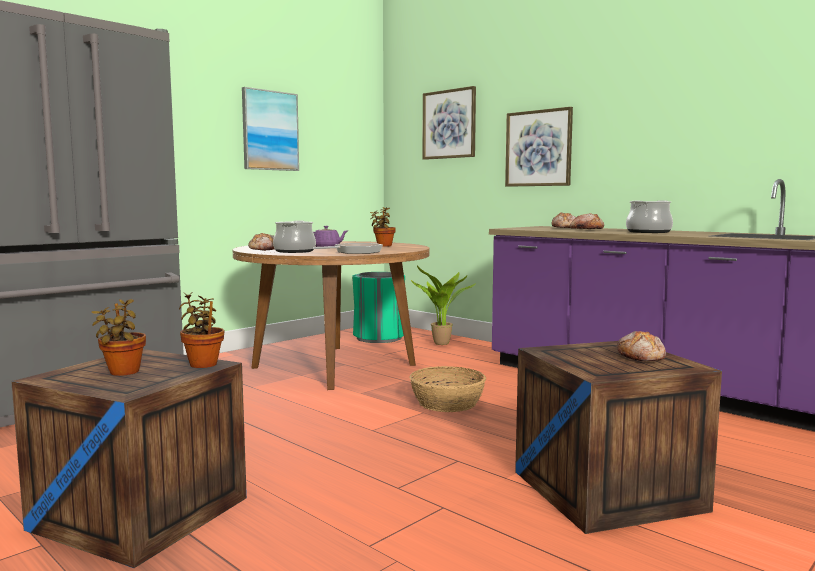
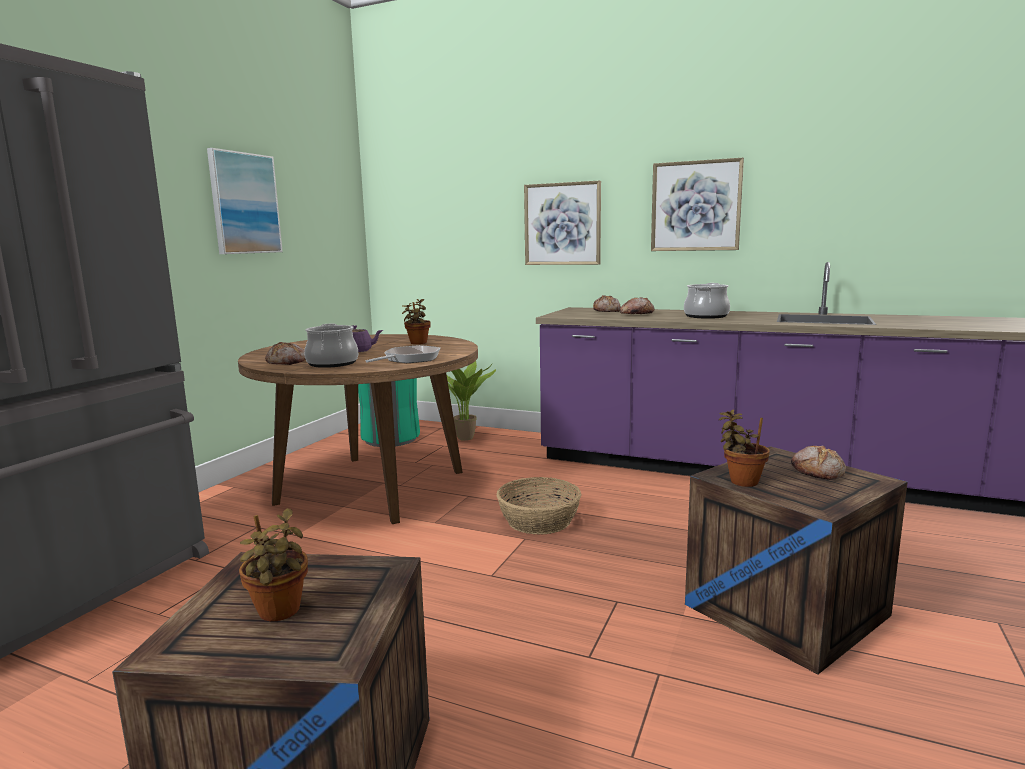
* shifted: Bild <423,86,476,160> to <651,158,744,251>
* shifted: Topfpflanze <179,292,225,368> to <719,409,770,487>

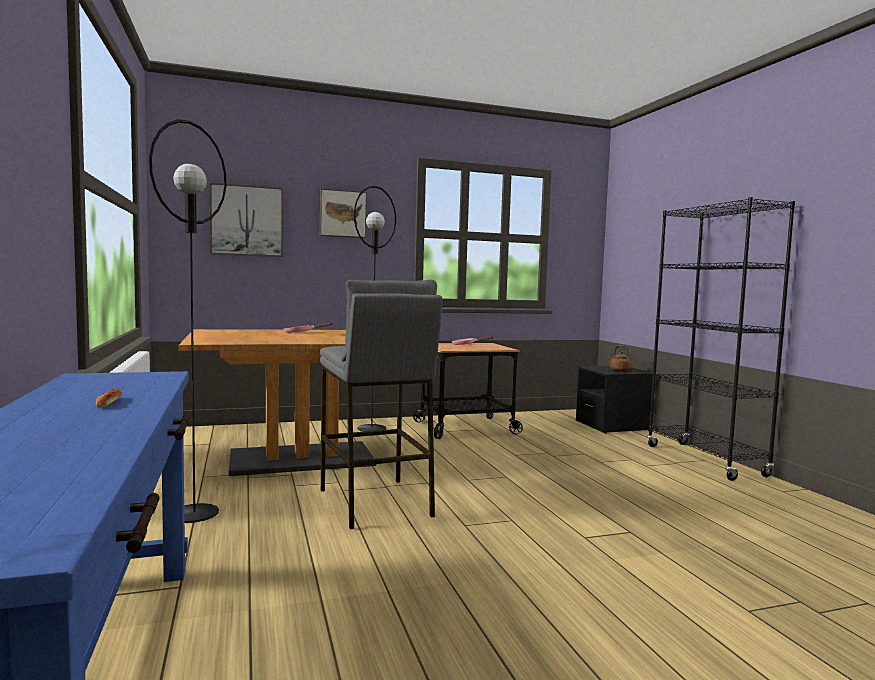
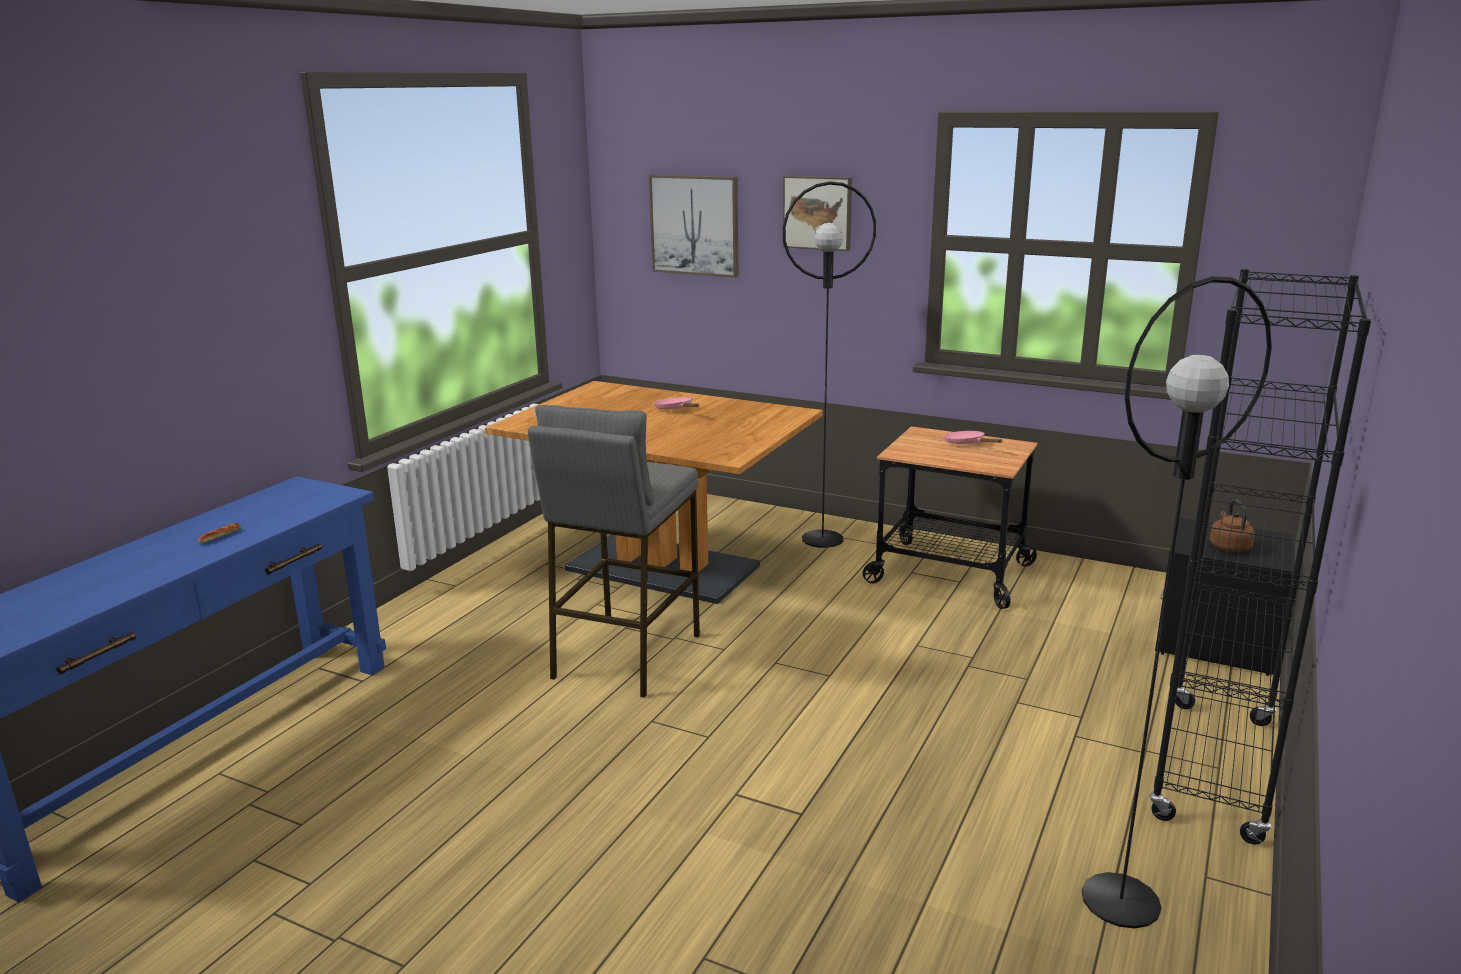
* shifted: Stehlampe/schwarz <149,119,226,523> to <1082,276,1272,929>

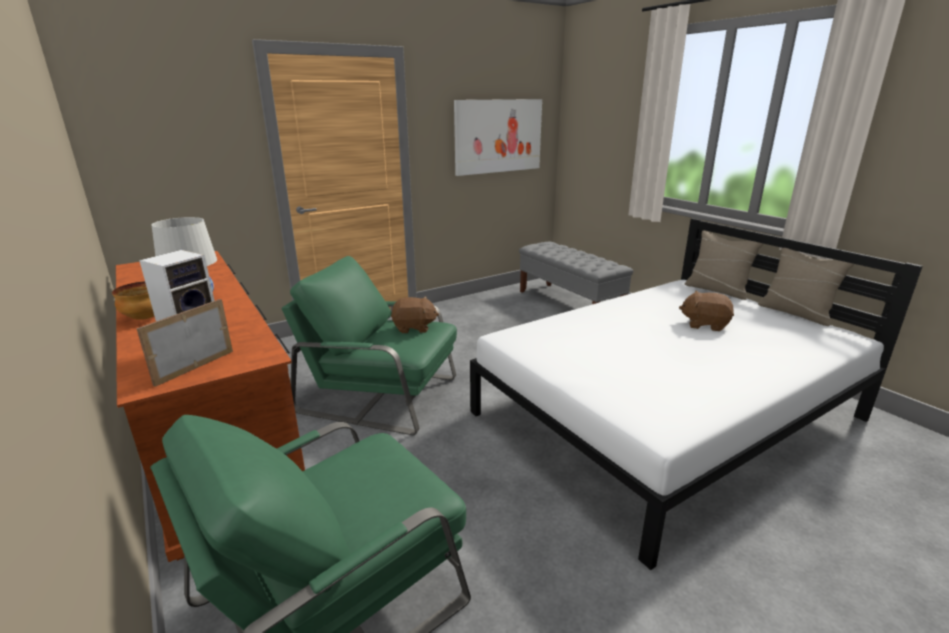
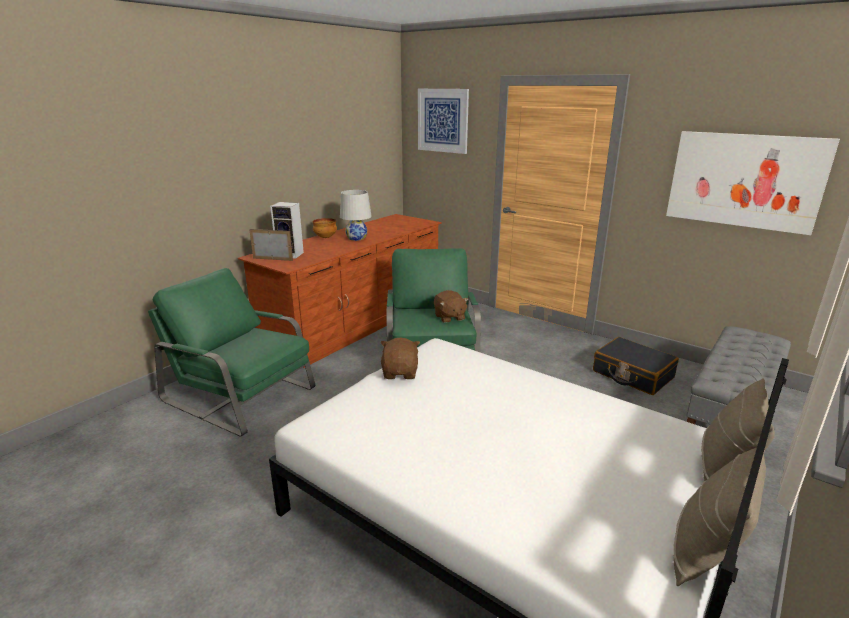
* shifted: Plüschtier/braun <679,291,734,331> to <381,338,420,379>
* new: Bild <418,89,469,154>
* new: Koffer/schwarz <593,337,679,395>

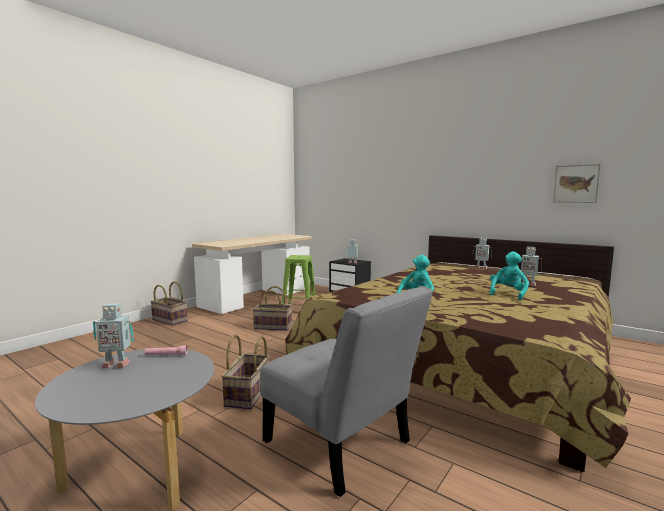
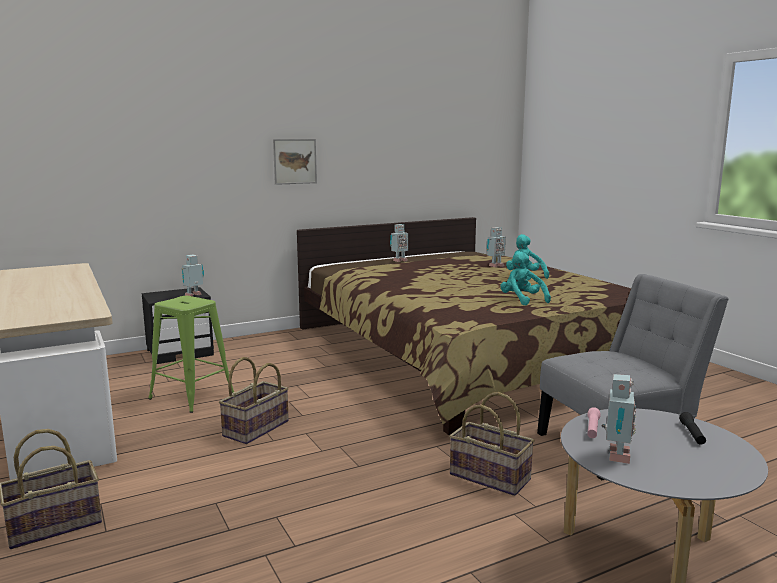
* shifted: Bild <553,164,601,203> to <273,139,317,185>
* new: Taschenlampe/schwarz <679,412,706,445>

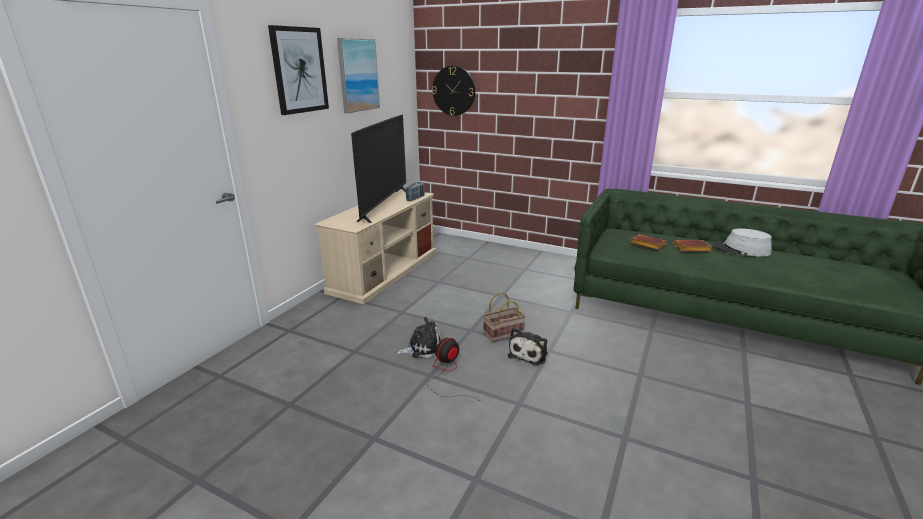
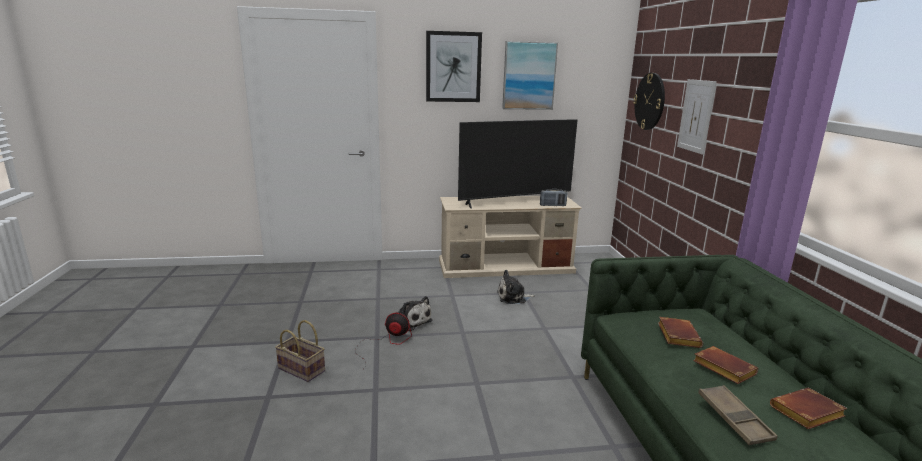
* swapped: Hut/grau <713,228,772,257> to Buch/braun <770,388,847,429>
* shifted: Korb <483,292,525,343> to <275,320,325,382>
* shifted: Plüschtier <508,328,548,366> to <497,270,535,304>
* new: Bild <677,79,717,155>
* new: Tablett/braun <698,385,778,445>

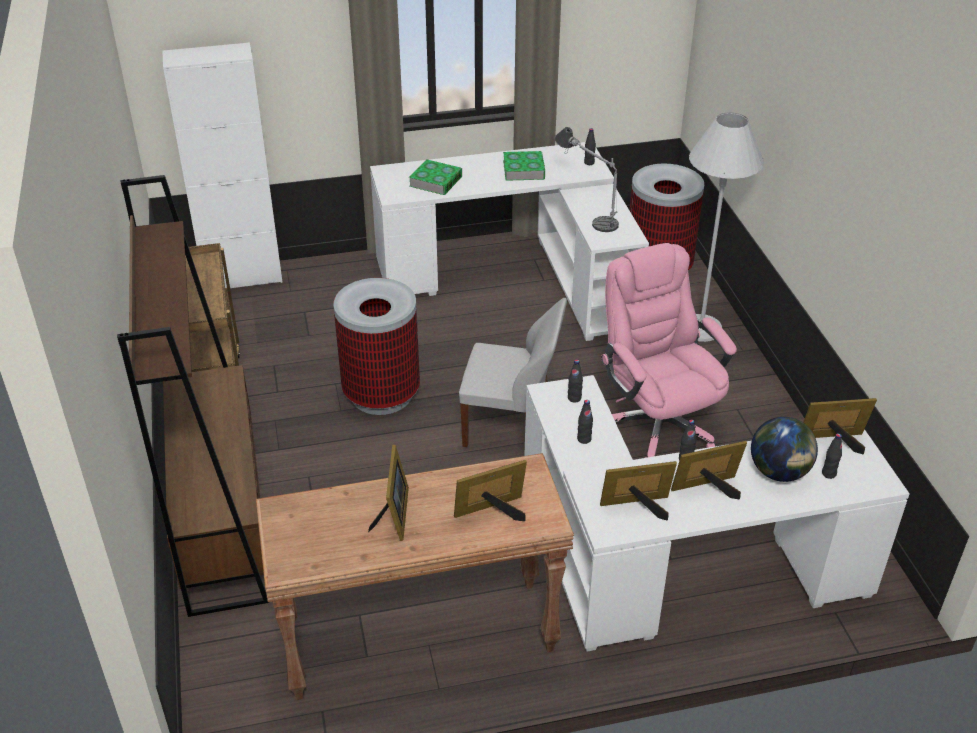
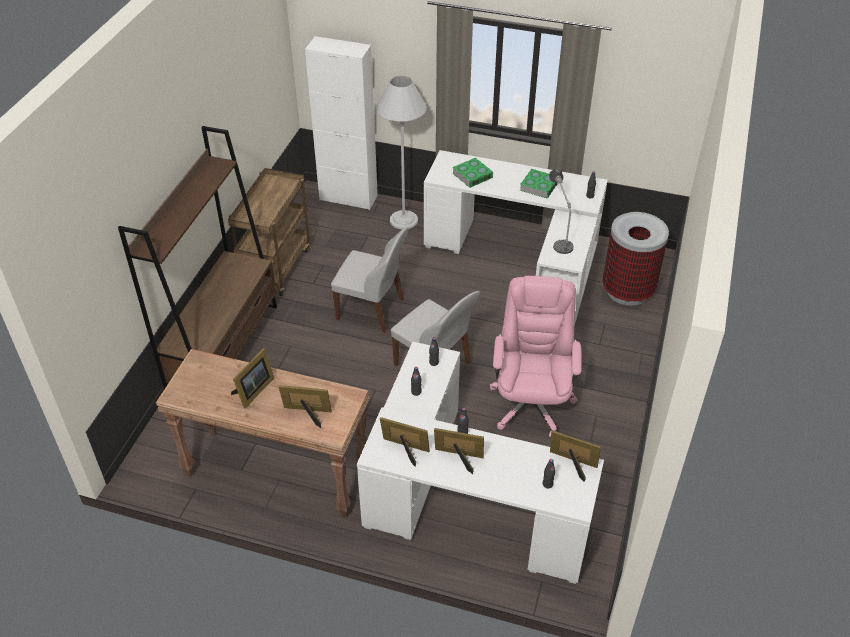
* shifted: Stehlampe/weiß <689,112,764,342> to <377,76,427,229>
* swapped: Mülleimer <333,278,420,415> to Stuhl/weiß <331,227,408,333>
* gone: Globus <751,417,818,482>

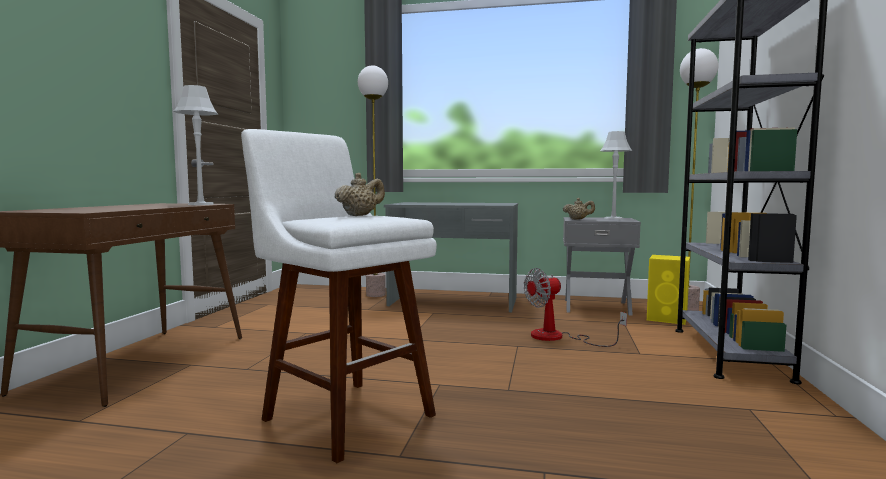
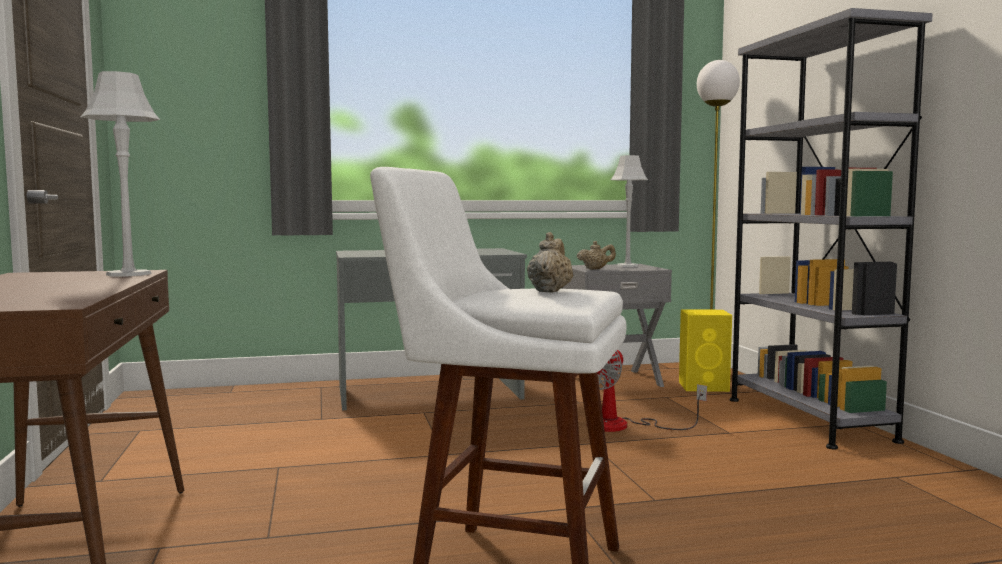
* gone: Stehlampe <358,65,388,297>

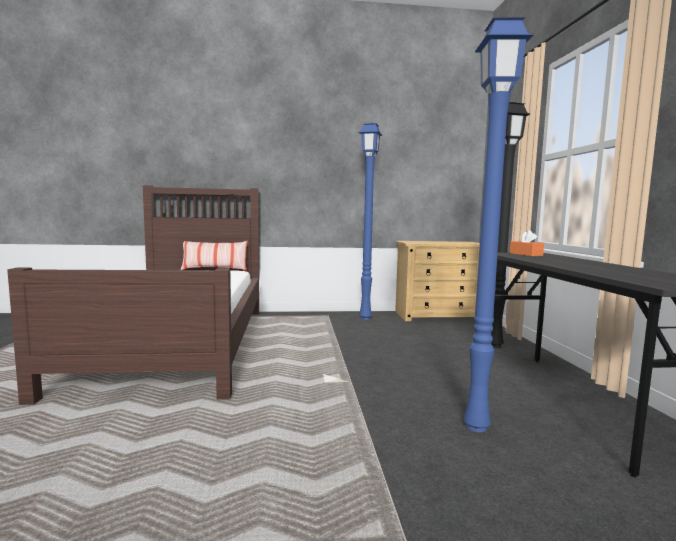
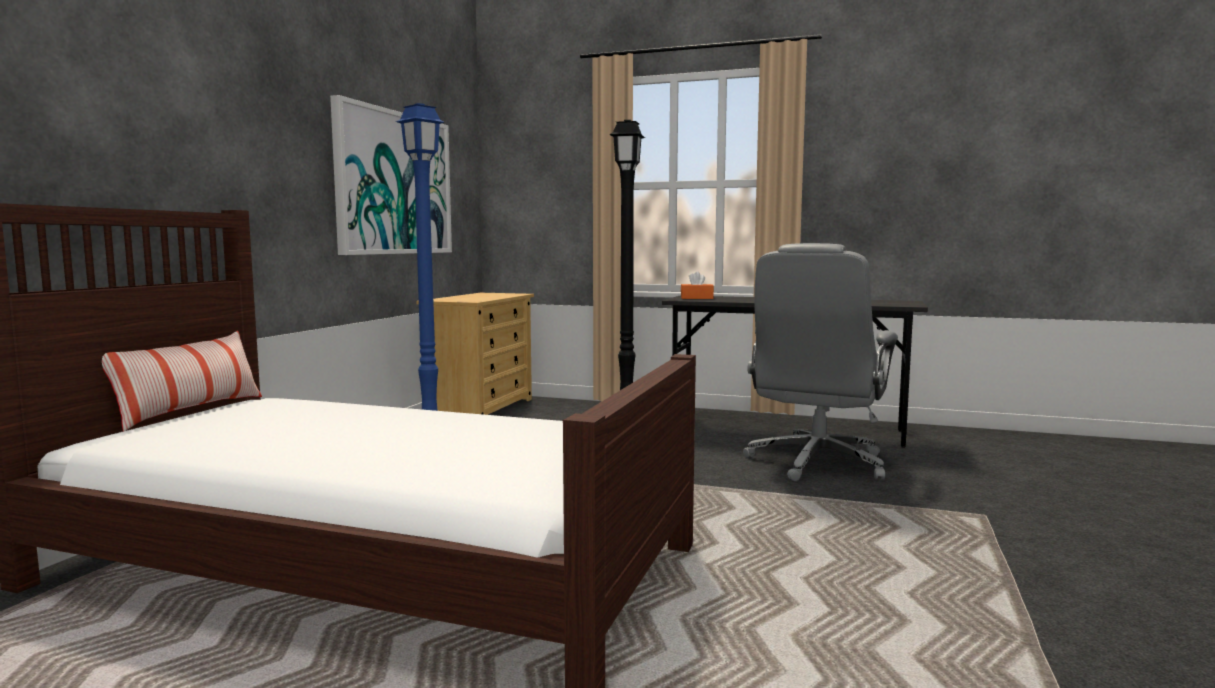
* swapped: Stehlampe/blau <463,18,533,432> to Bürostuhl/grau <743,243,898,481>
* new: Bild <330,95,452,255>

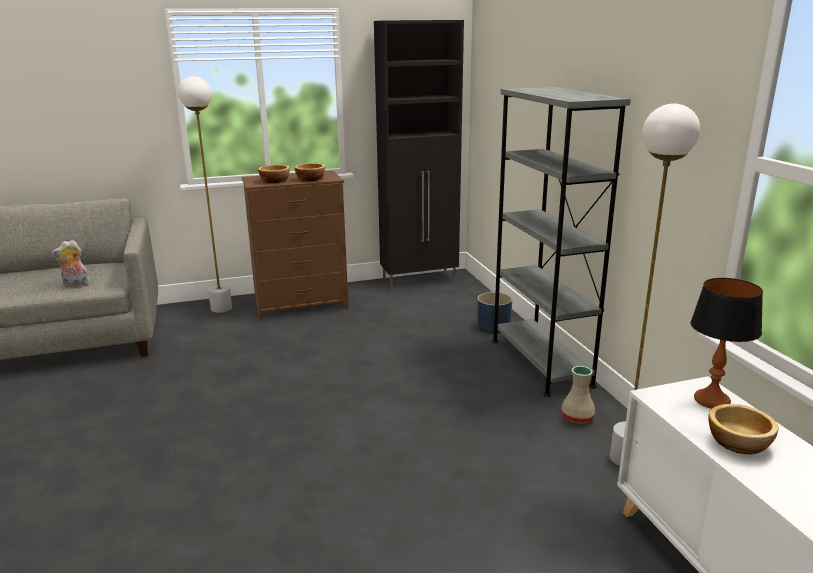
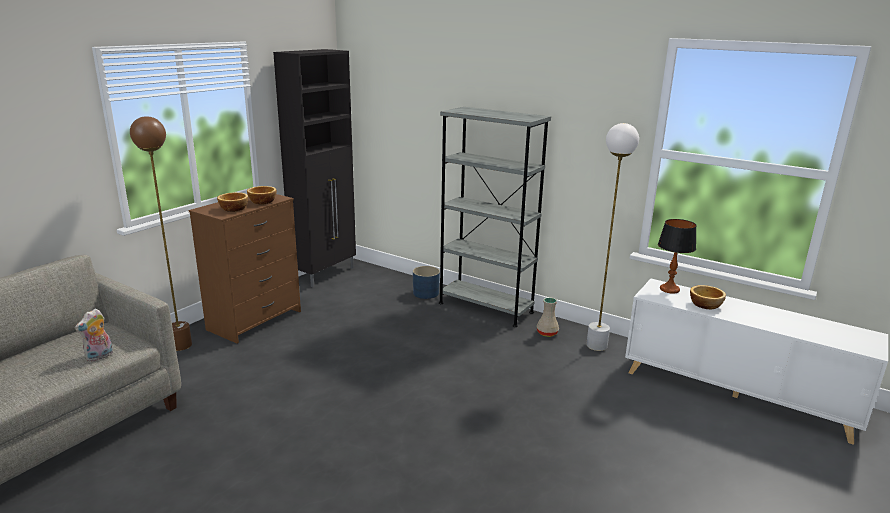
* repainted: Stehlampe/weiß <178,76,232,313> to Stehlampe/braun <130,116,192,351>

